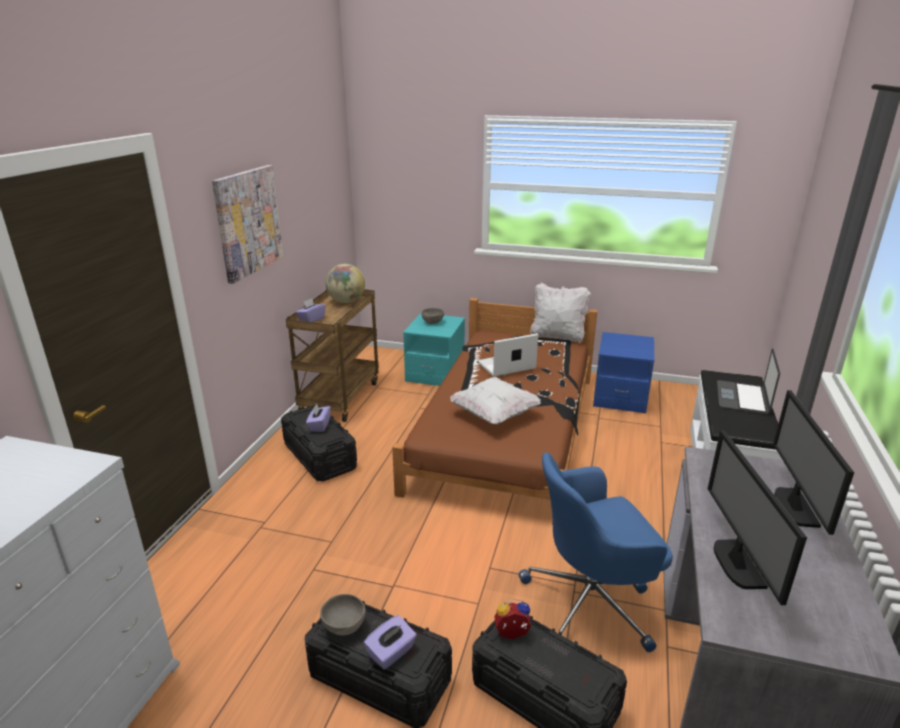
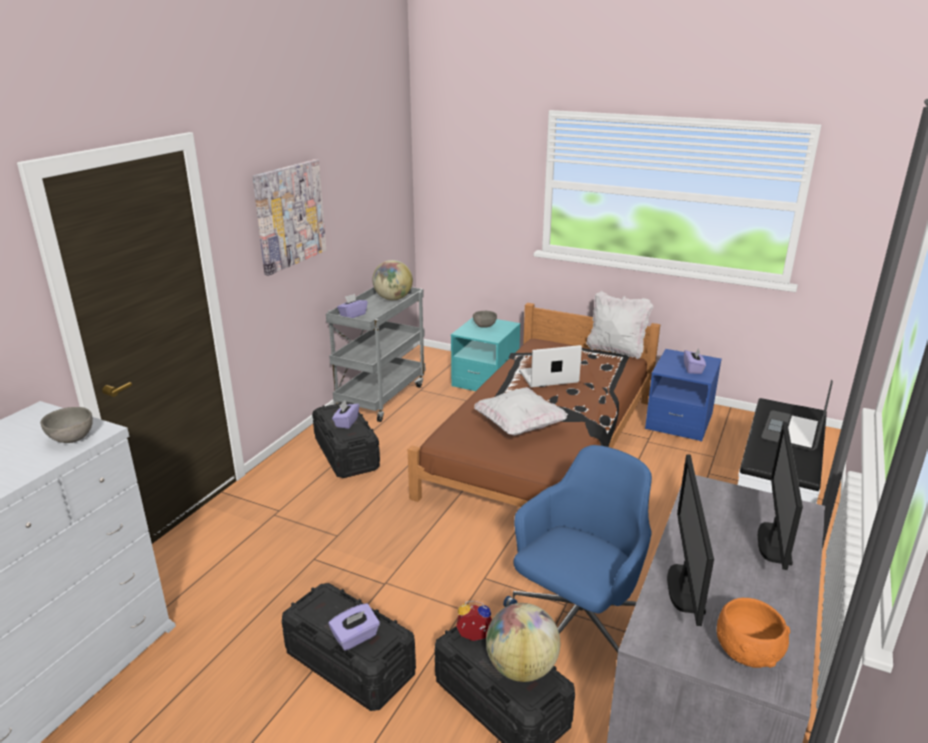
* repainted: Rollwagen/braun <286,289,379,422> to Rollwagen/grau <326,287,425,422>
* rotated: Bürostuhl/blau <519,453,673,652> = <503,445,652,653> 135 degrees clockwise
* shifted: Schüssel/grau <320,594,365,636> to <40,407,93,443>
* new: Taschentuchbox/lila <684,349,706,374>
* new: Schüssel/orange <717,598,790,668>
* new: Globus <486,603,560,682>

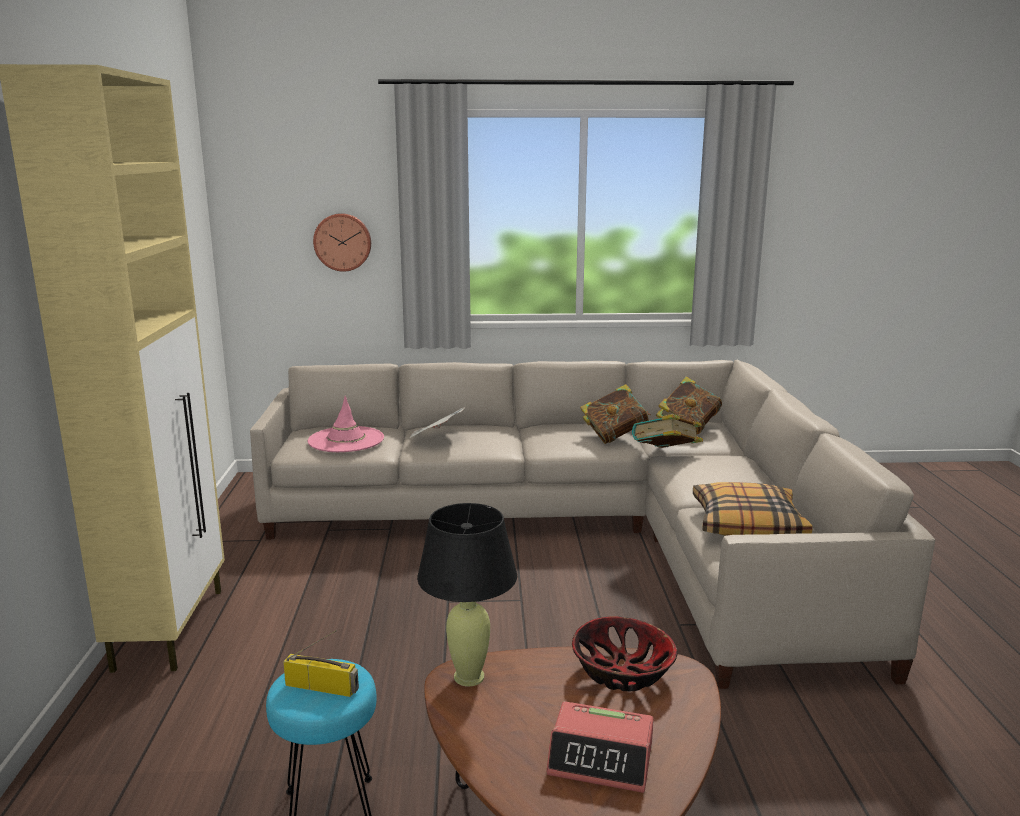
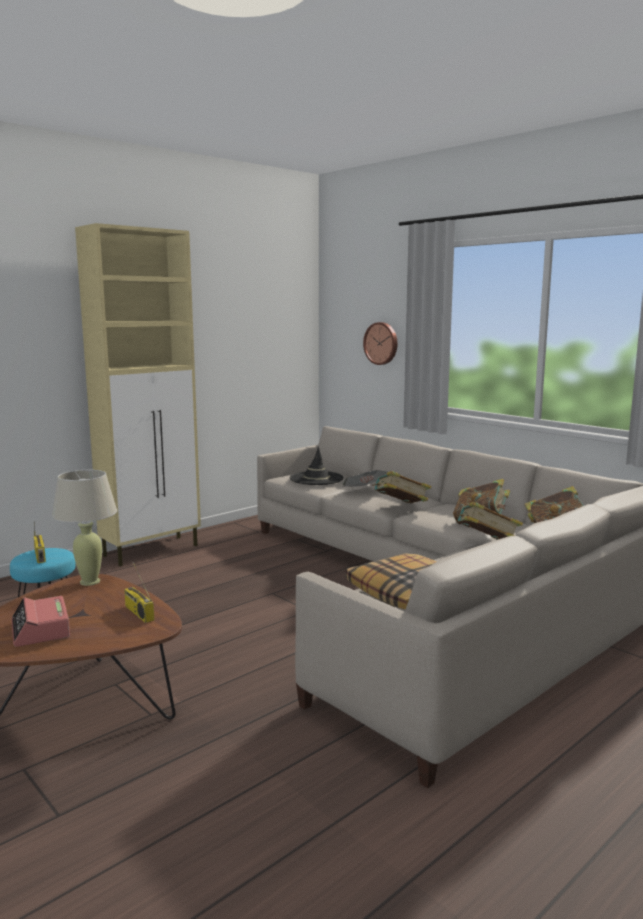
* repainted: Hut/rosa <308,396,384,452> to Hut/schwarz <290,446,344,485>
* repainted: Tischlampe/schwarz <417,503,517,686> to Tischlampe/beige <52,470,117,586>
* swapped: Schüssel <572,616,678,691> to Radio <124,562,154,623>
* new: Buch <372,471,431,503>

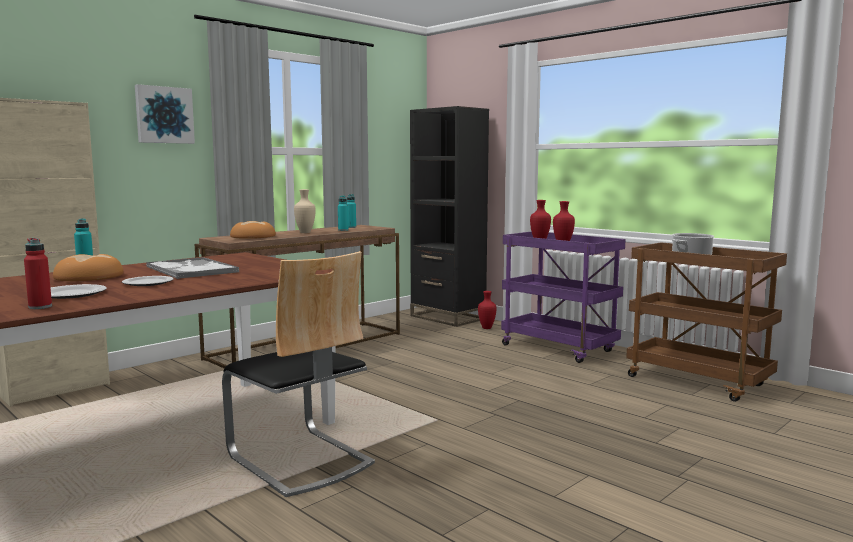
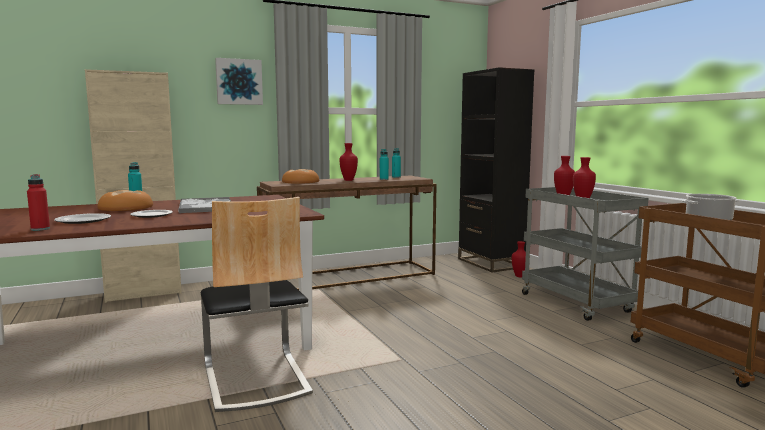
* repainted: Vase/beige <294,189,316,233> to Vase/rot <339,143,358,181>
* repainted: Rollwagen/lila <501,231,626,363> to Rollwagen/grau <522,187,648,321>

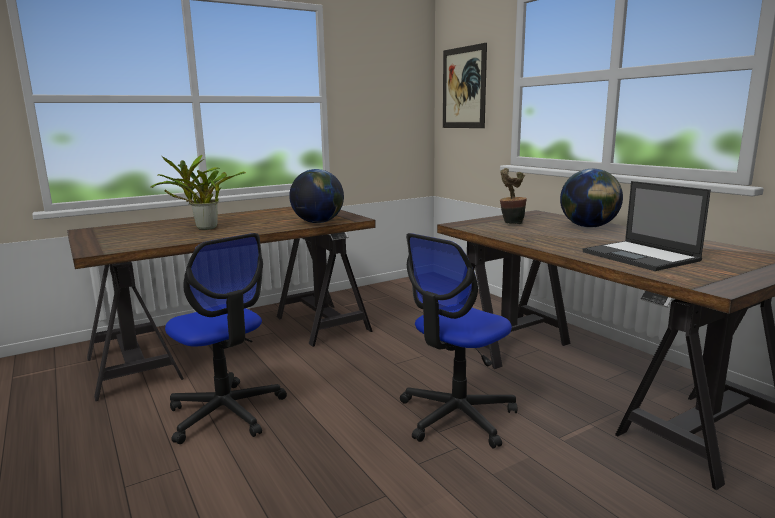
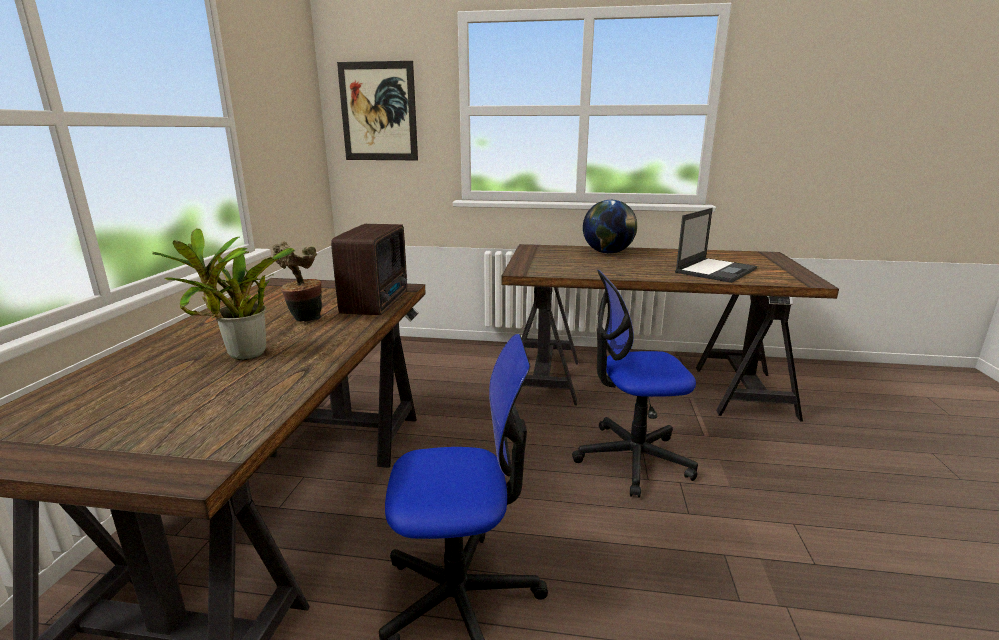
* shifted: Topfpflanze <500,168,527,224> to <272,241,322,322>
* swapped: Globus <289,169,344,223> to Radio <331,224,407,315>
* rotated: Laptop <583,181,711,271> = <675,208,757,283> 60 degrees counterclockwise
* rotated: Bürostuhl <400,233,518,448> = <572,270,698,498> 90 degrees clockwise

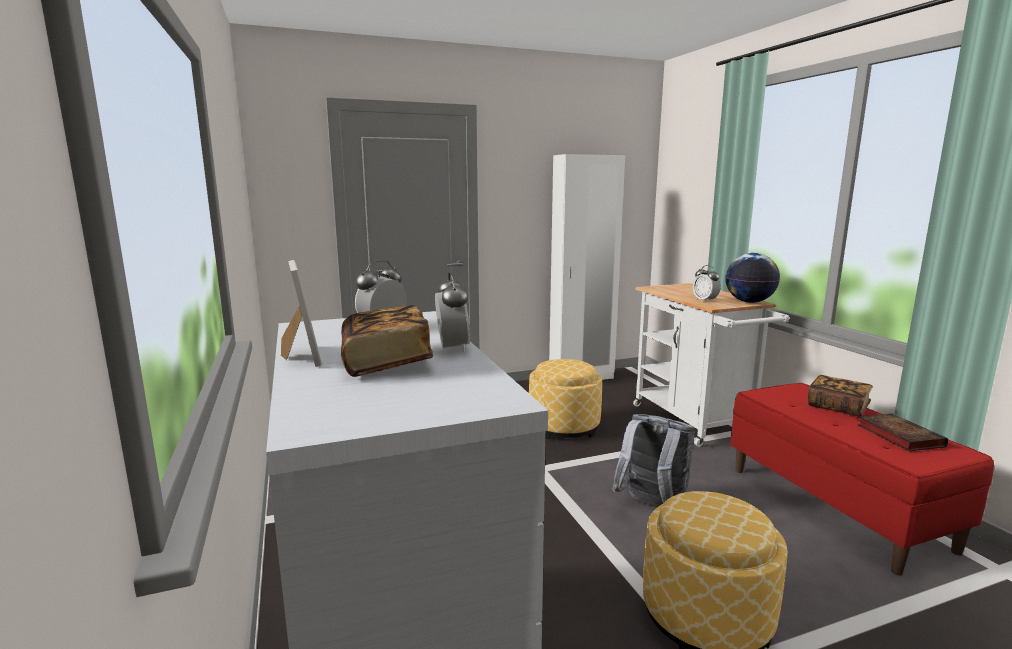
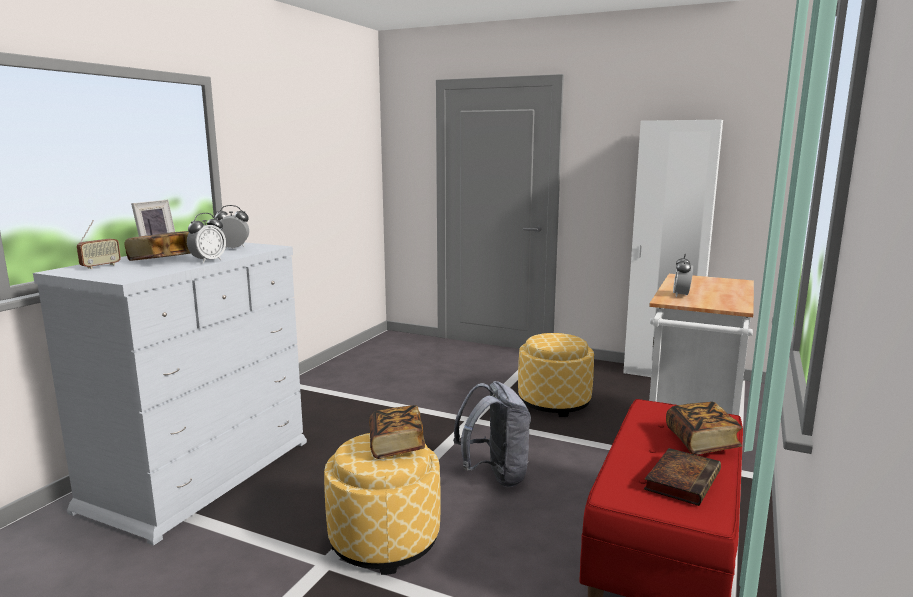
* gone: Globus <725,253,780,303>
* new: Radio <77,221,121,269>
* new: Buch <369,405,425,459>

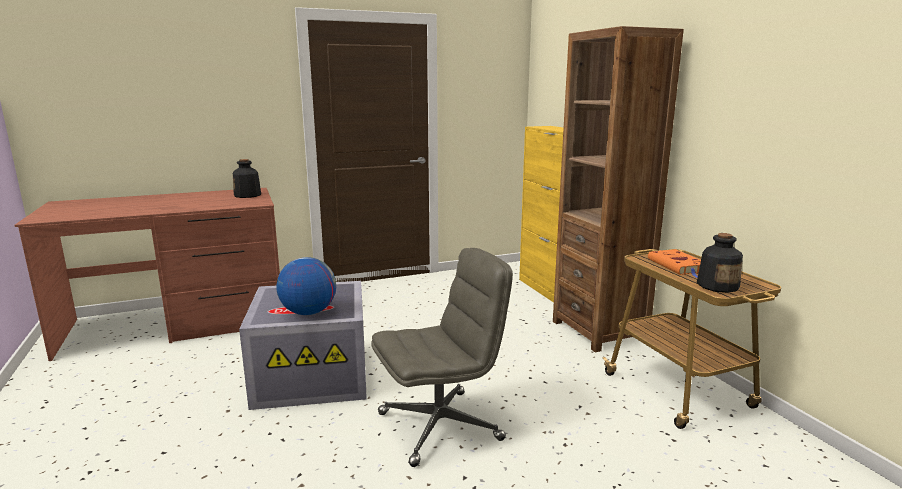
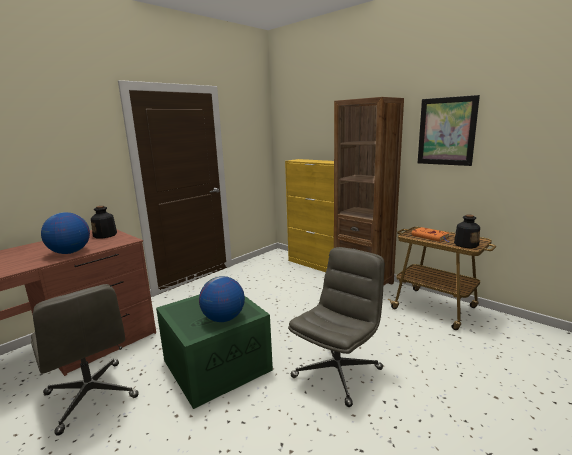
* repainted: Aufbewahrungsbox/grau <239,281,367,410> to Aufbewahrungsbox/grün <156,294,273,409>
* new: Bild <418,95,480,166>
* new: Globus <41,212,90,254>
* new: Bürostuhl/grau <31,284,139,436>

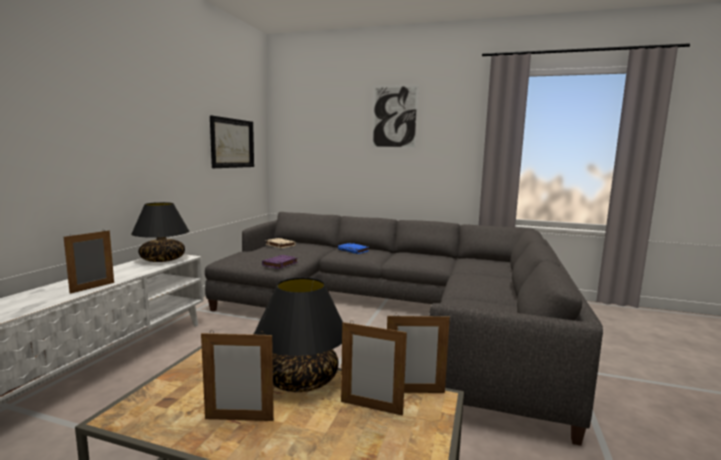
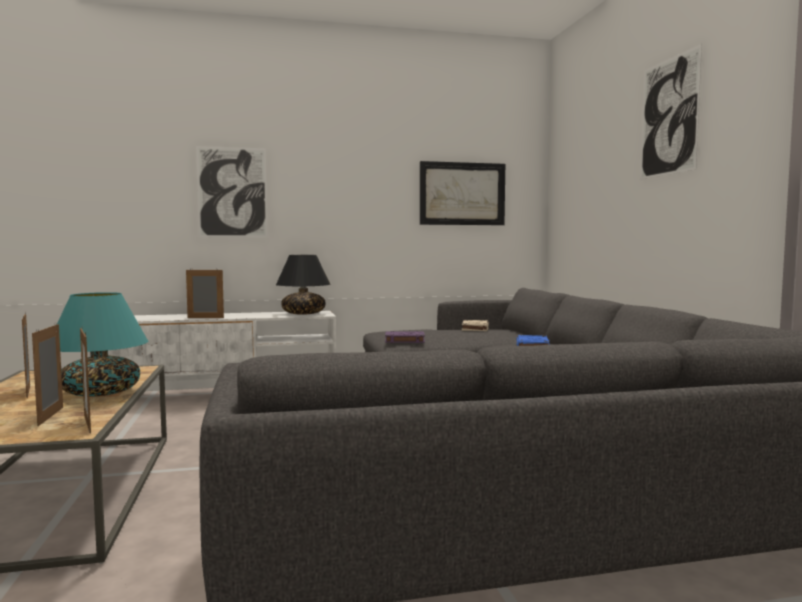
* repainted: Tischlampe/schwarz <253,277,343,392> to Tischlampe/türkis <57,292,148,397>
* new: Bild <196,146,267,237>

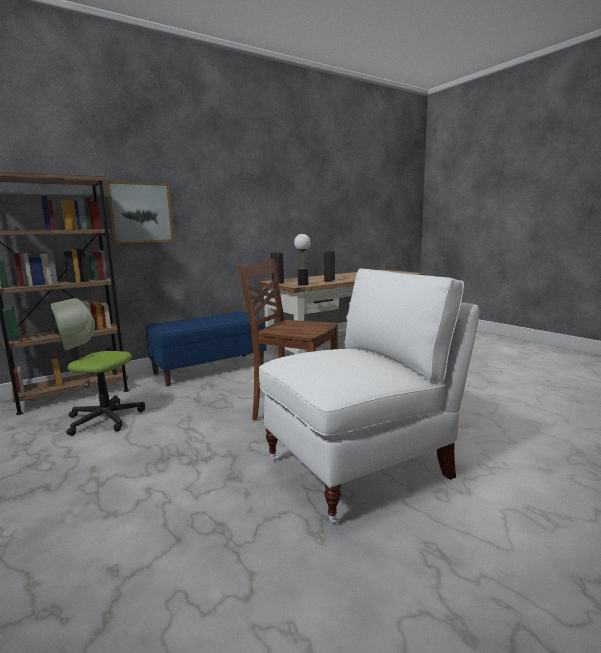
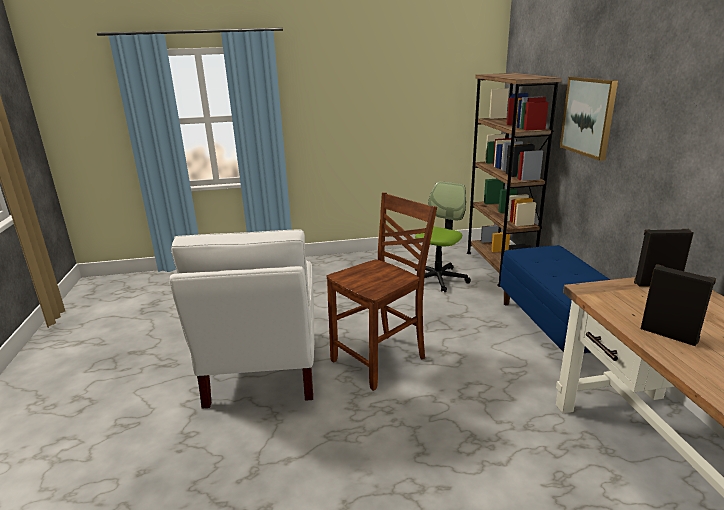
* gone: Tischlampe <294,234,310,286>

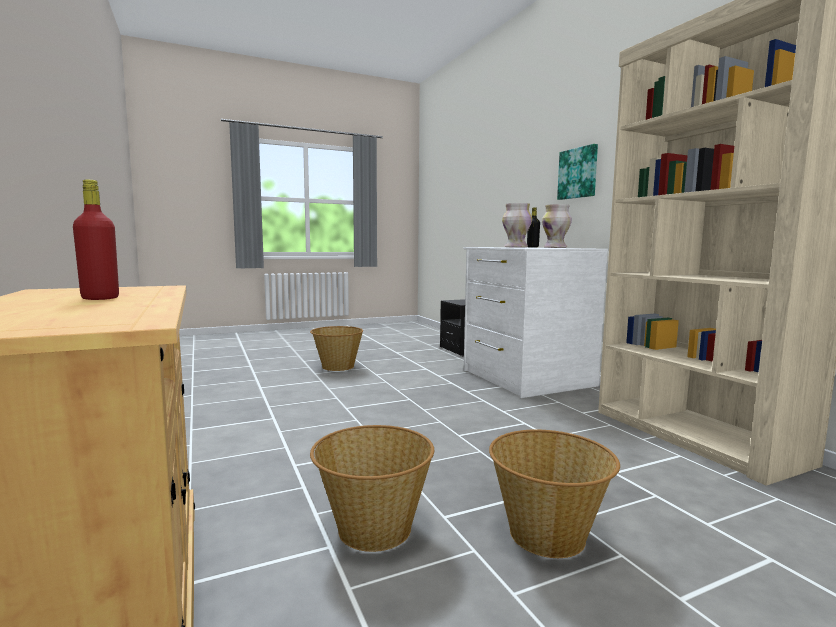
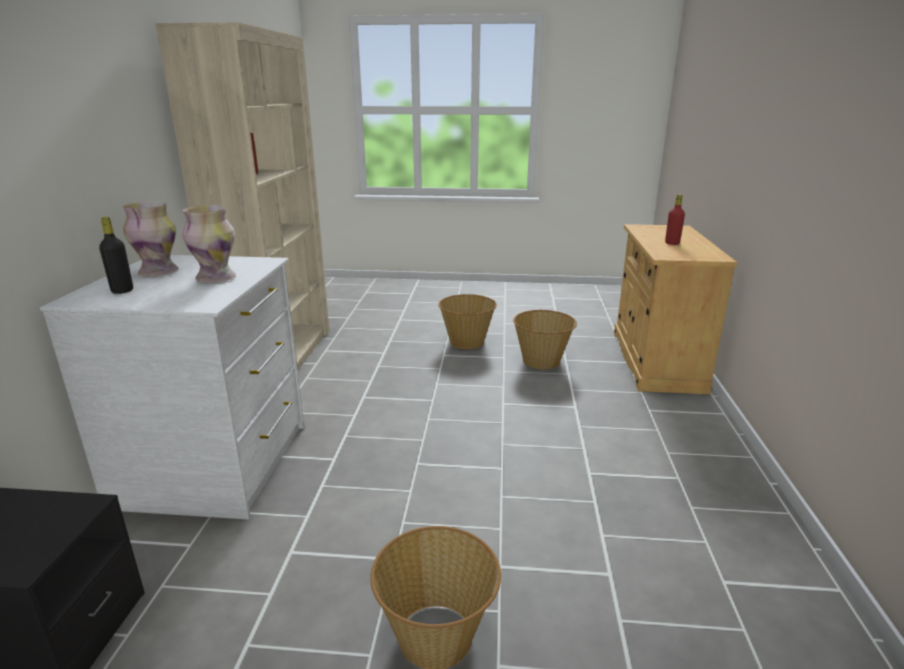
* gone: Bild <557,144,598,200>

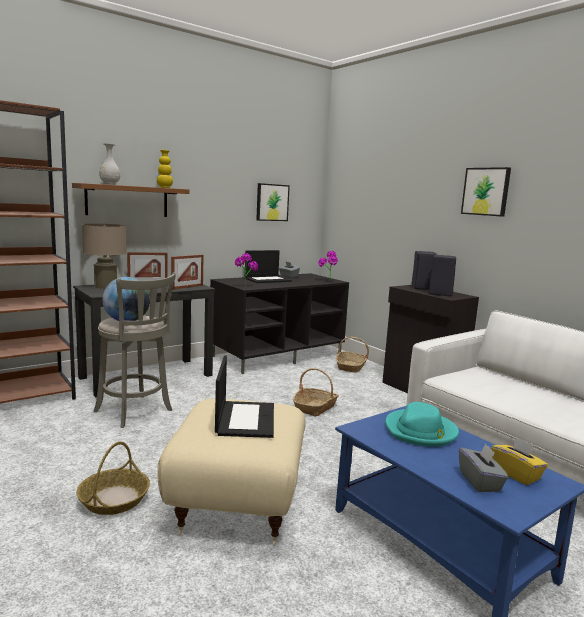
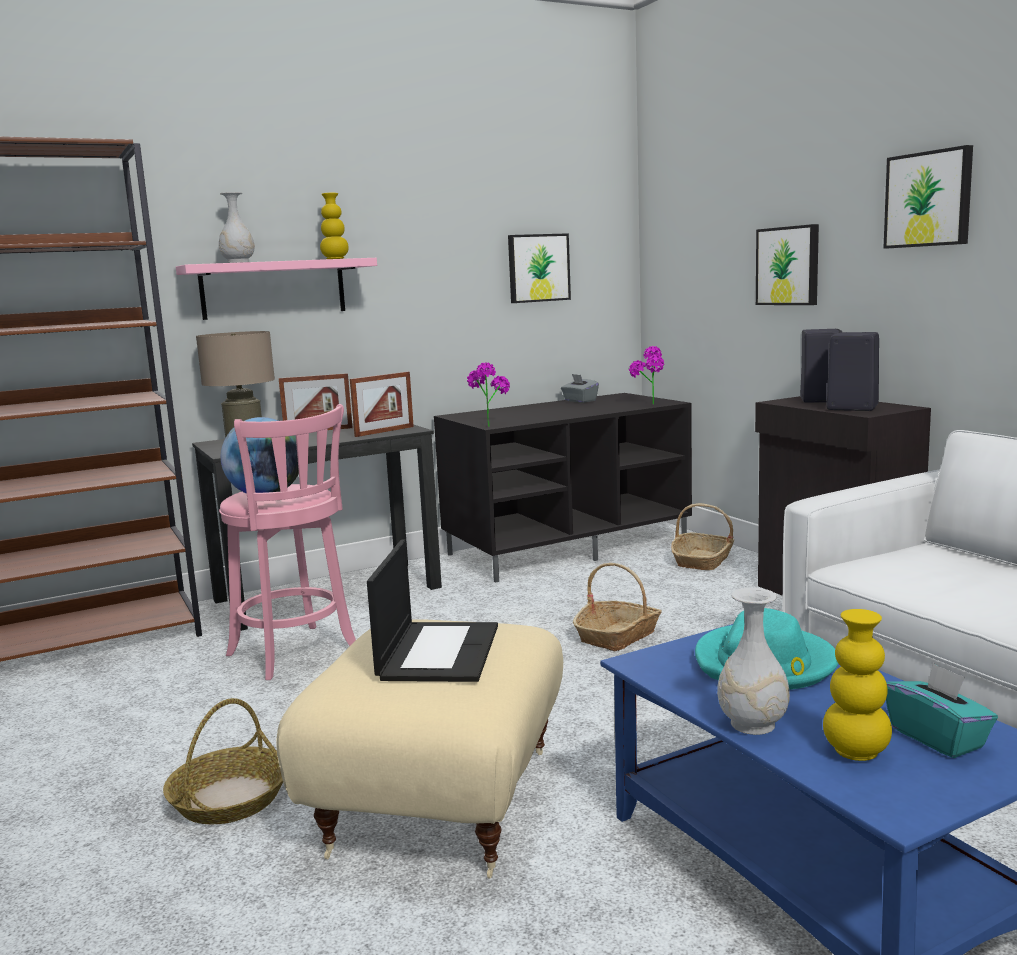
* repainted: Wandregal/braun <72,183,190,217> to Wandregal/rosa <176,258,377,320>
* gone: Laptop <245,250,292,283>
* repainted: Hocker/grau <93,273,176,428> to Hocker/rosa <219,404,356,680>
* repainted: Taschentuchbox/gelb <491,437,548,485> to Taschentuchbox/türkis <886,663,998,758>
* swapped: Taschentuchbox/grau <459,443,509,492> to Vase/gelb <823,609,892,761>
* new: Bild <756,224,819,305>
* new: Vase/weiß <717,588,790,735>

